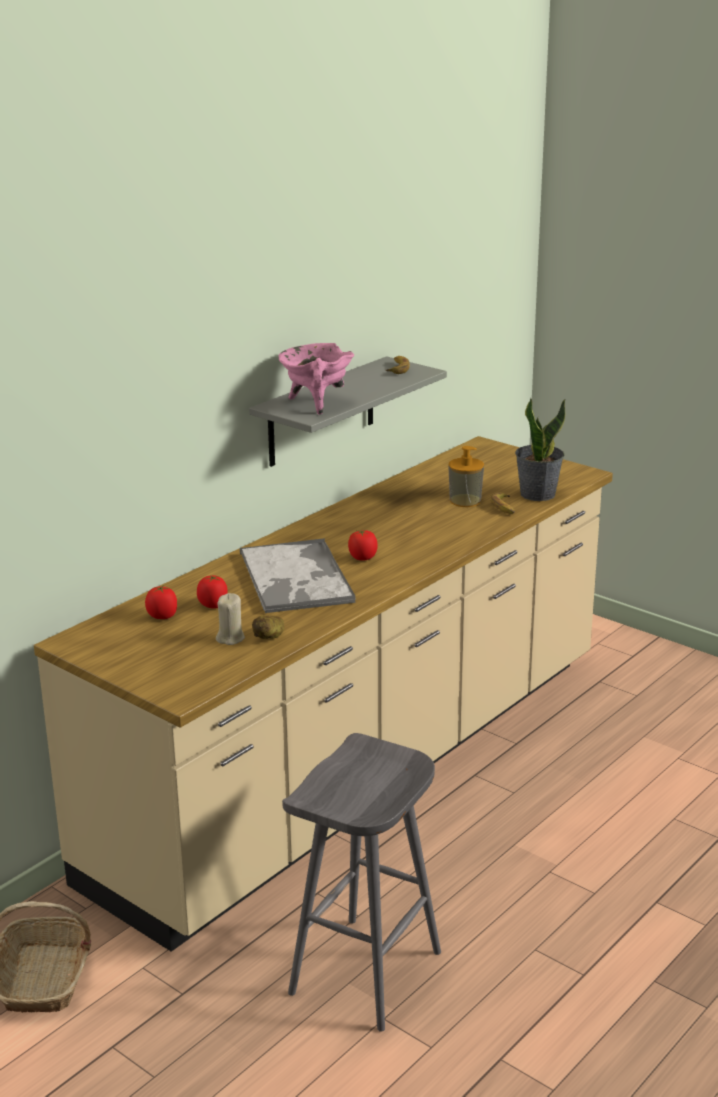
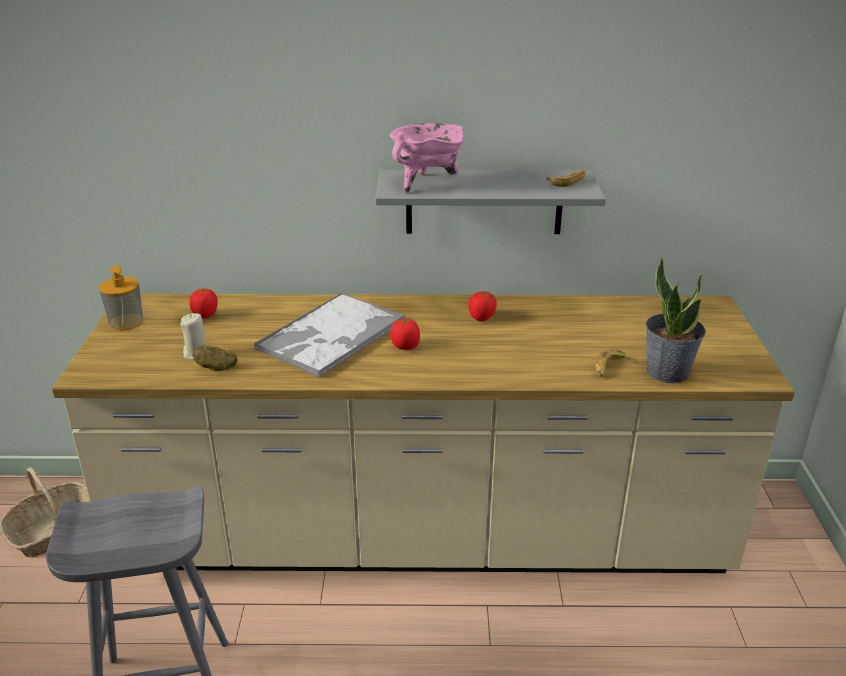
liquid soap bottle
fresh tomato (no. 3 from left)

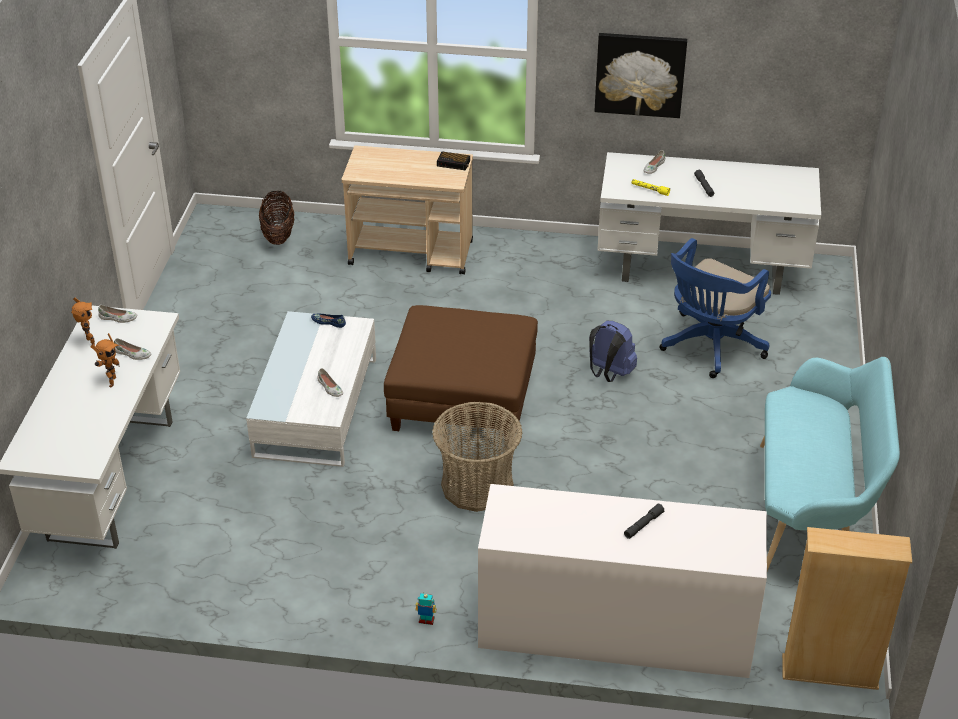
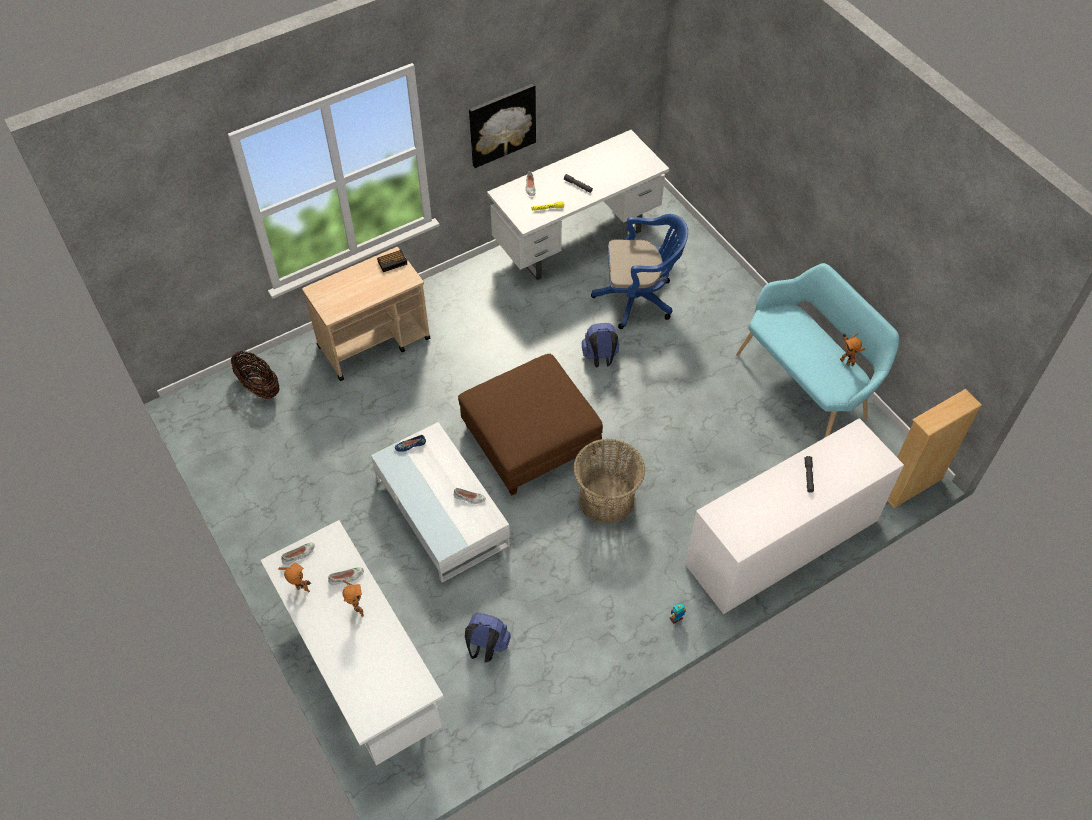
office chair in blue
robot figure (no. 4 from left)
backpack in blue (no. 1 from left)

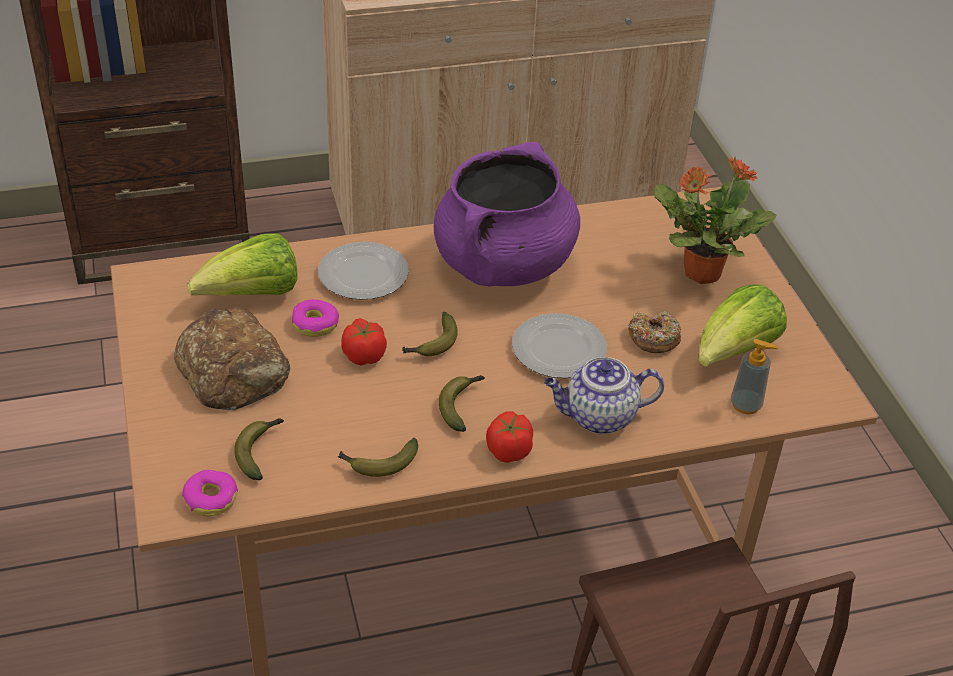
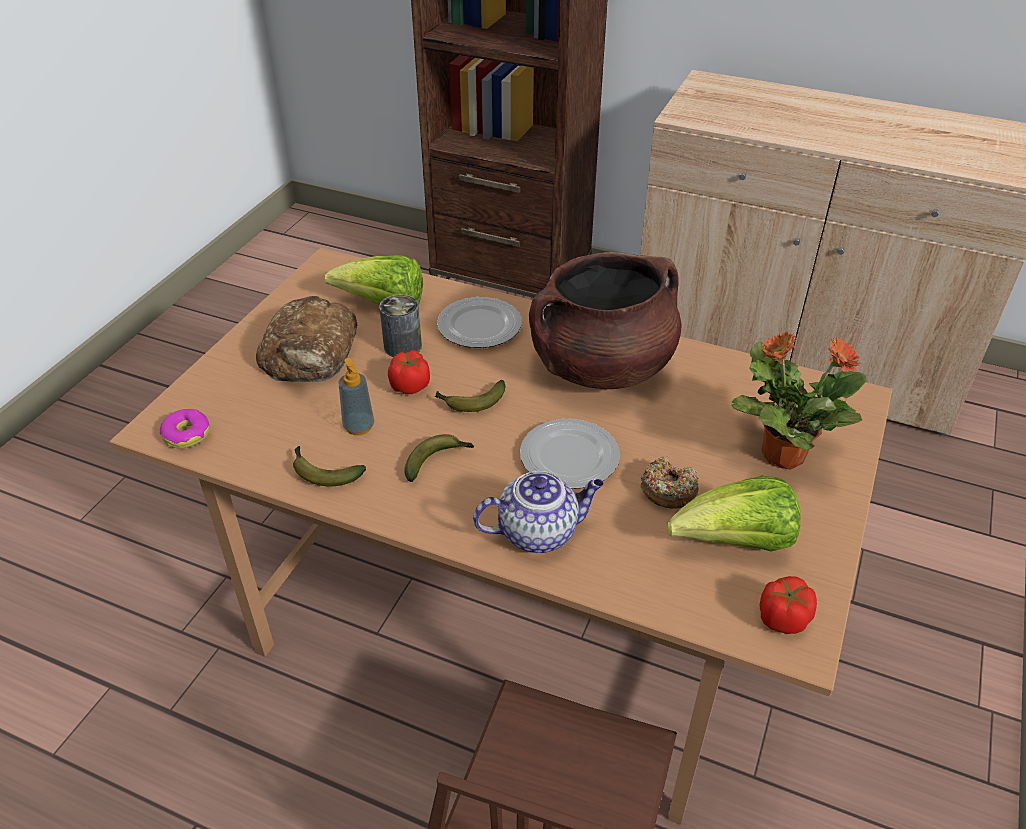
saucepot in brown
metal can
liquid soap bottle
tea pot
fresh tomato (no. 2 from left)
whole banana (no. 1 from left in the first image)

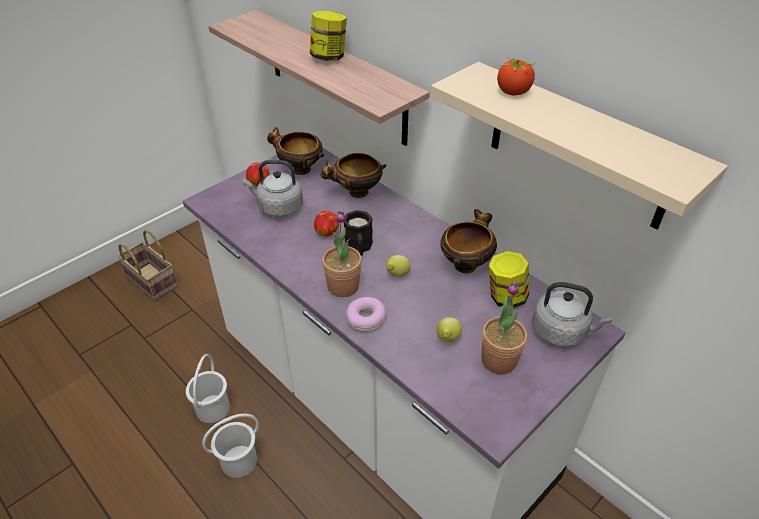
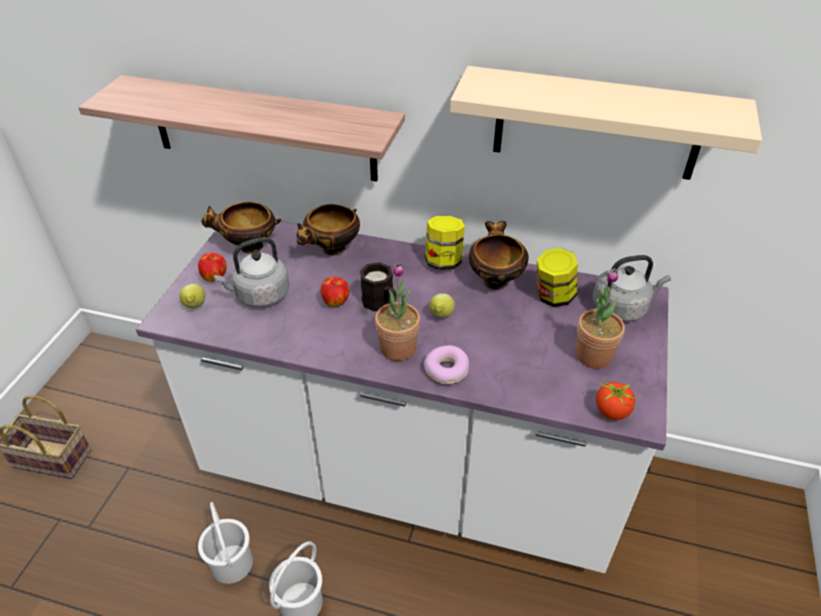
storage jar (no. 1 from left)
fresh tomato
lemon (no. 1 from left)

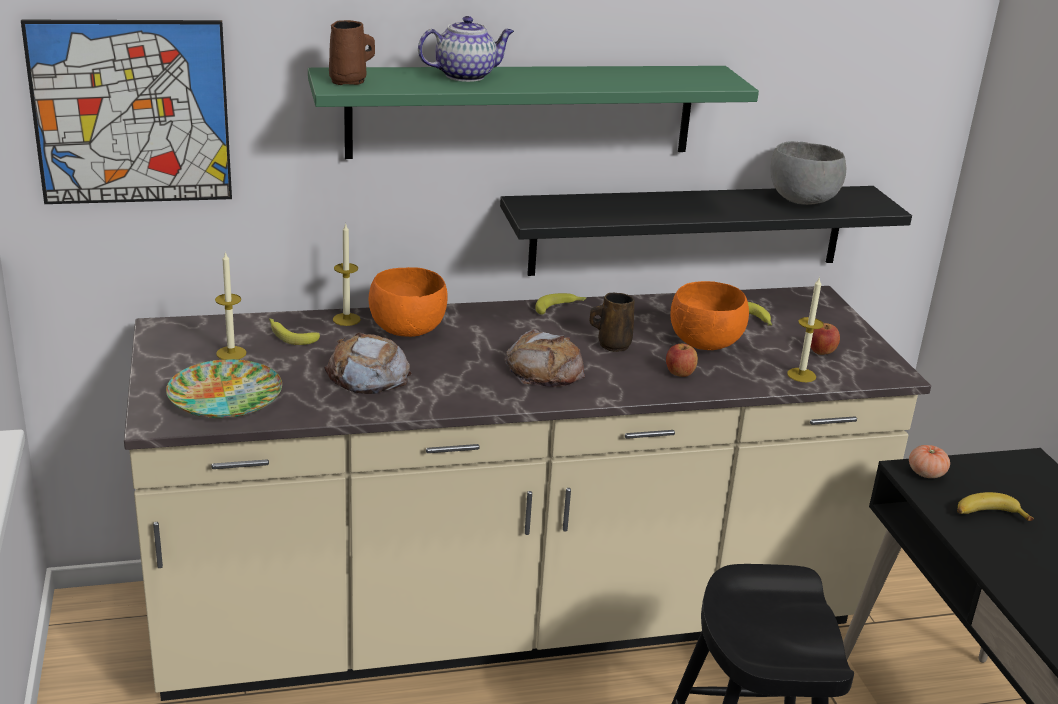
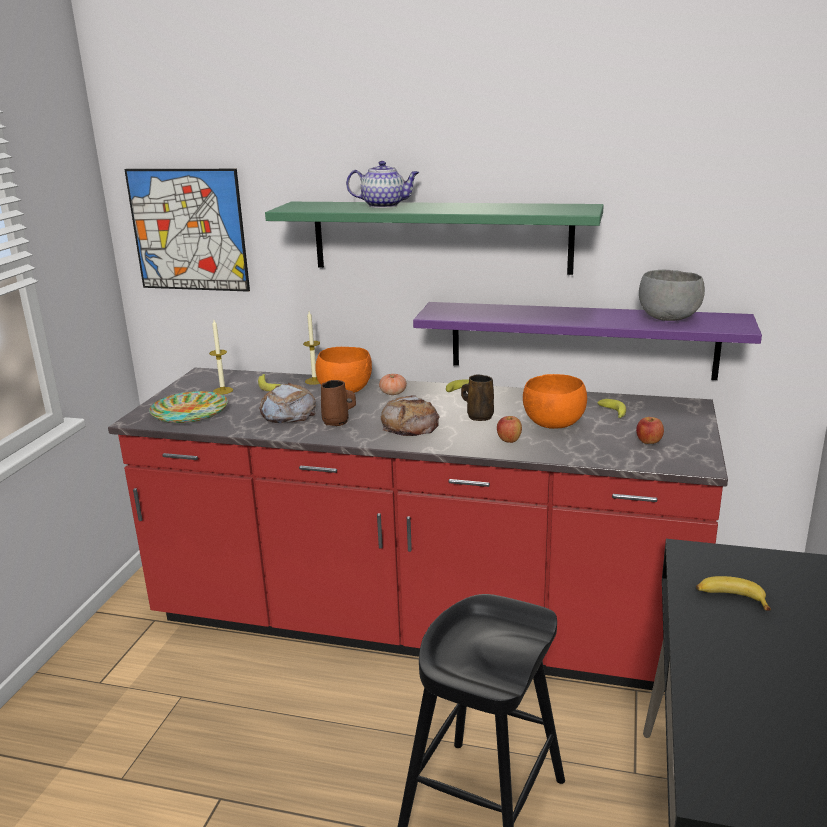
coffee mug in brown (no. 1 from left)
shelf in purple
wax light (no. 3 from left in the first image)
kitchen base unit in reddish
fresh tomato

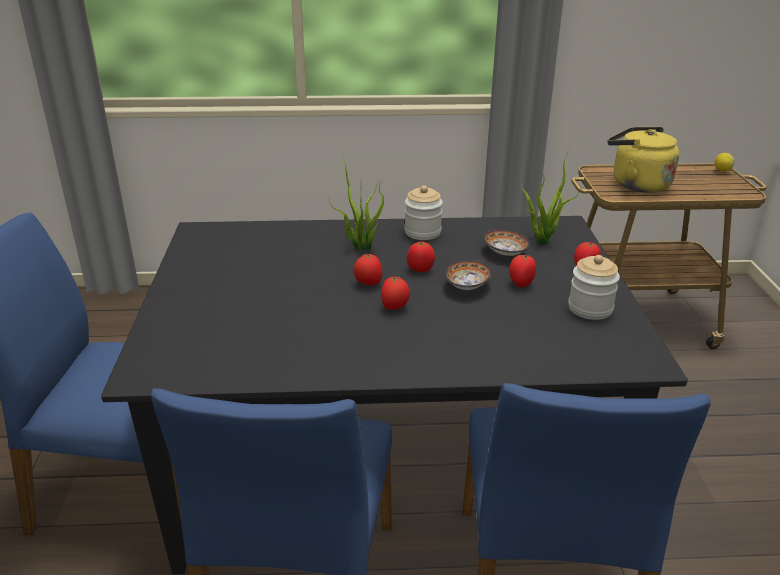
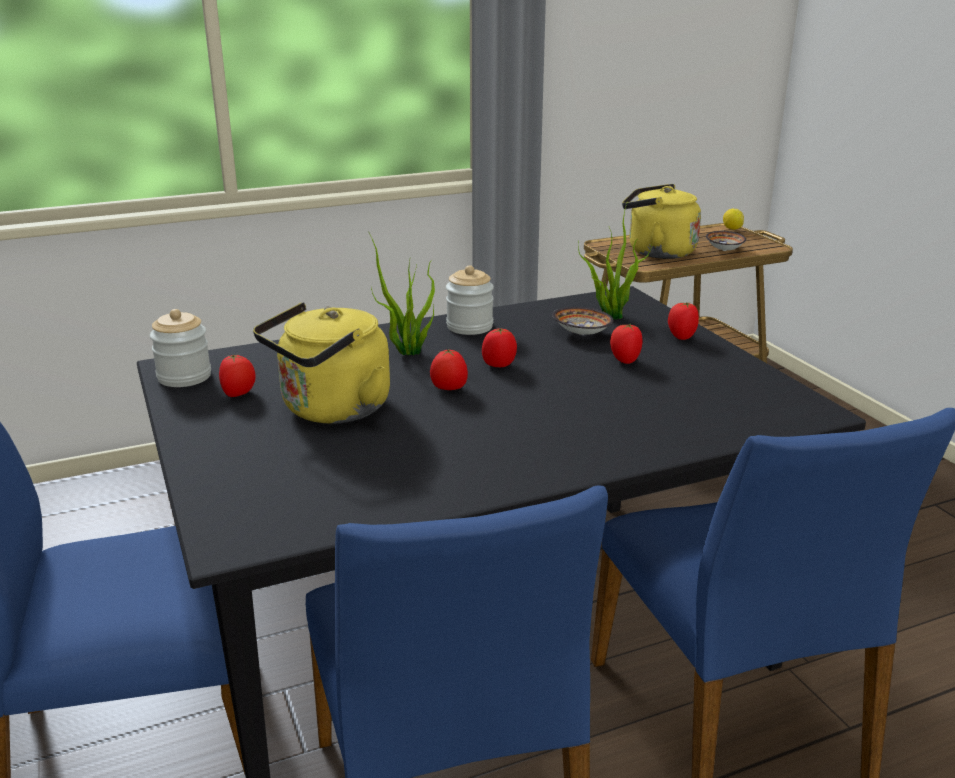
storage jar (no. 1 from left)
deep dish (no. 2 from left)
fresh tomato (no. 1 from left)
tea kettle in yellowish (no. 1 from left)

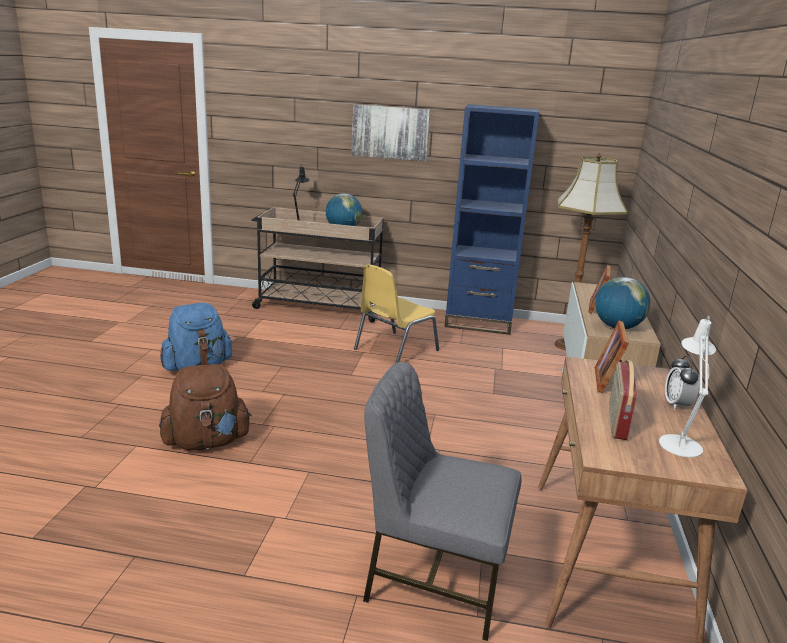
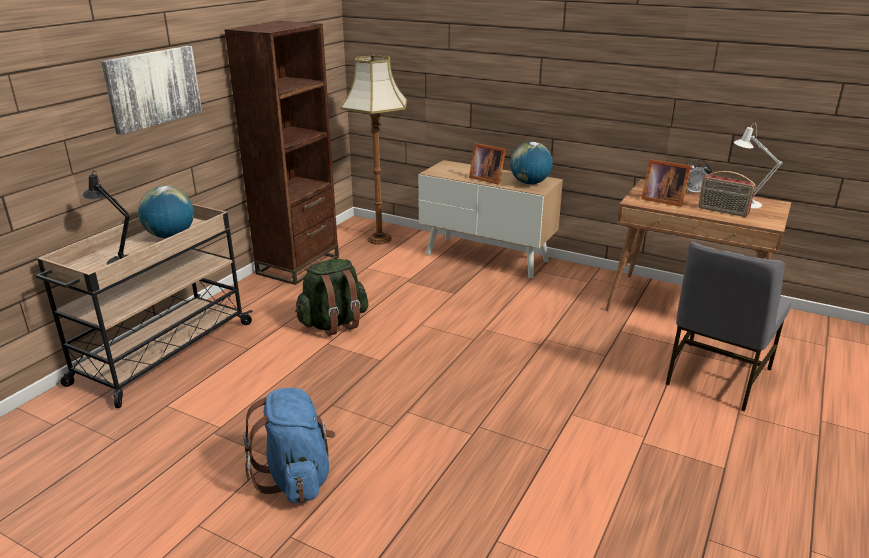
bookcase in brown
backpack in green
backpack in brown

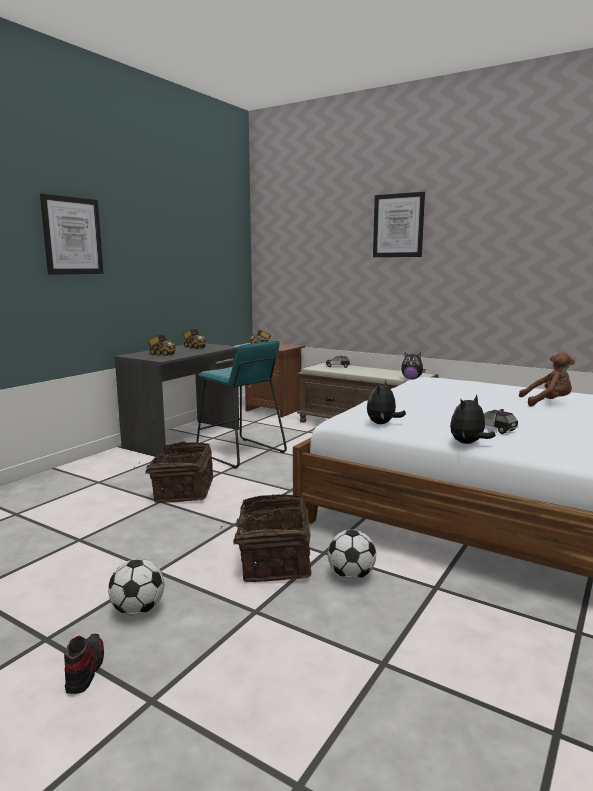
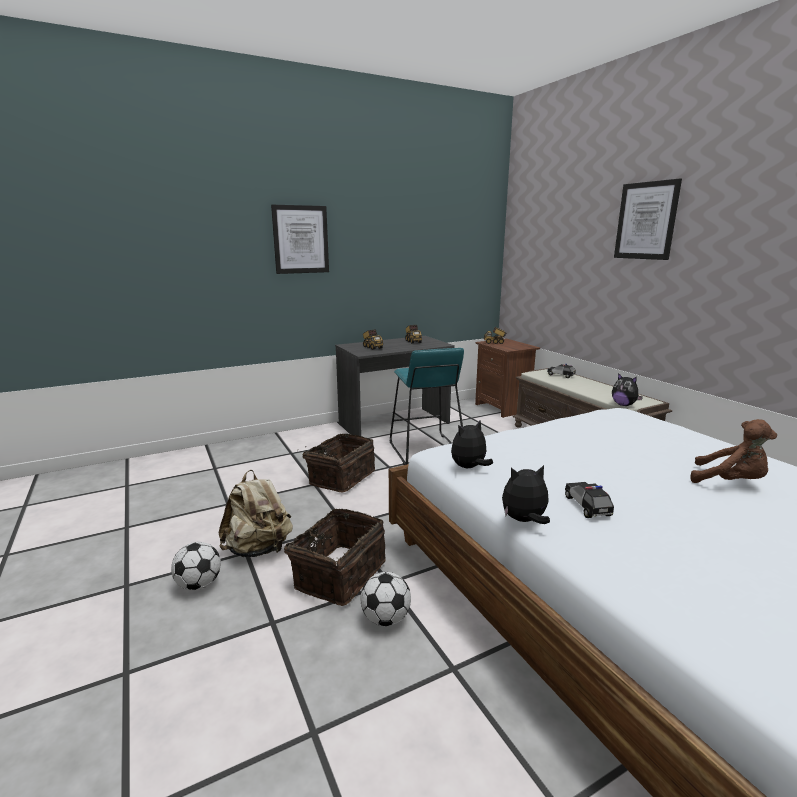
item of footwear
backpack in beige-coloured

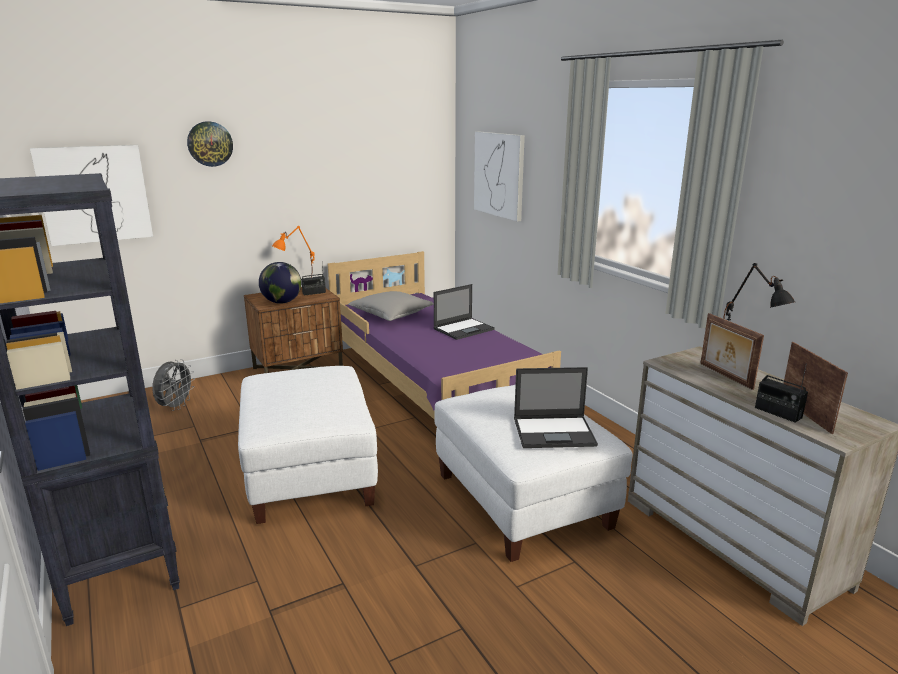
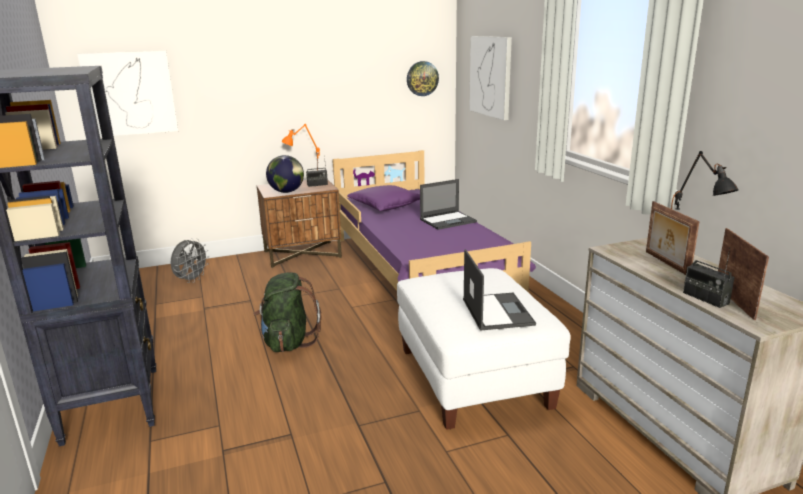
hanging clock
cushion in purple
backpack in green
portable computer (no. 2 from left)

